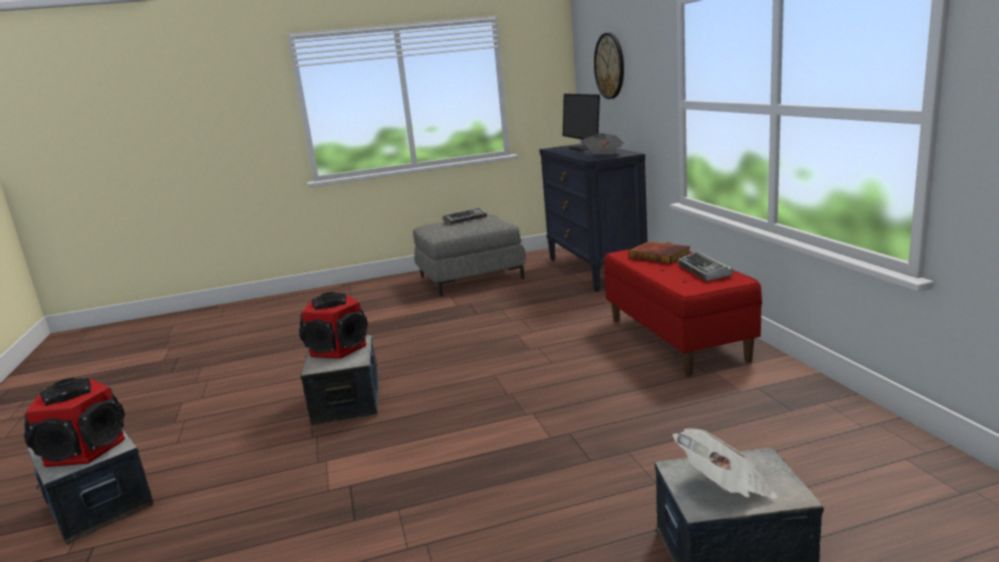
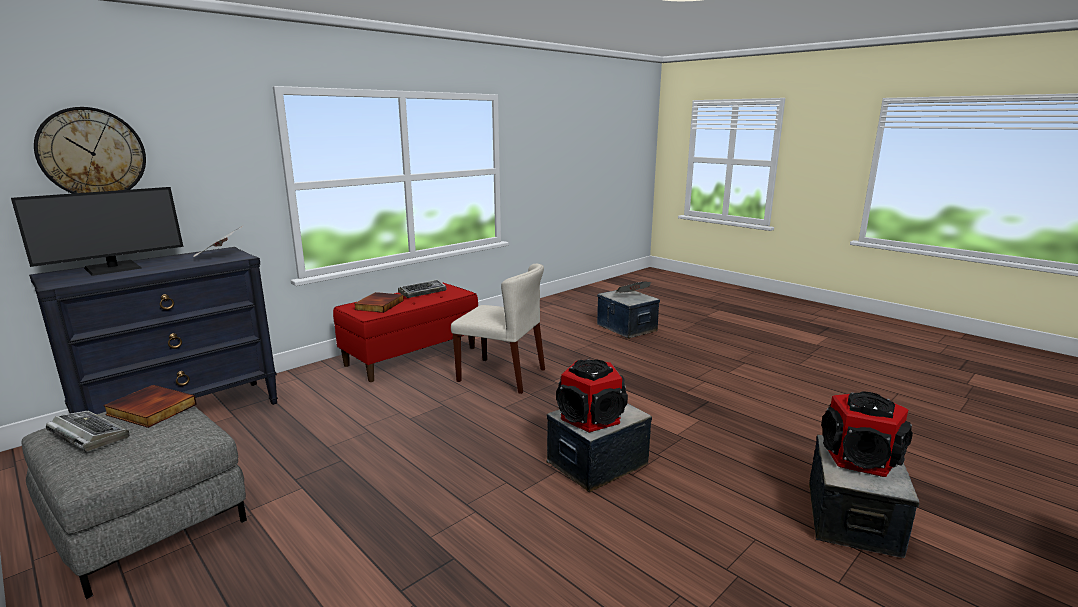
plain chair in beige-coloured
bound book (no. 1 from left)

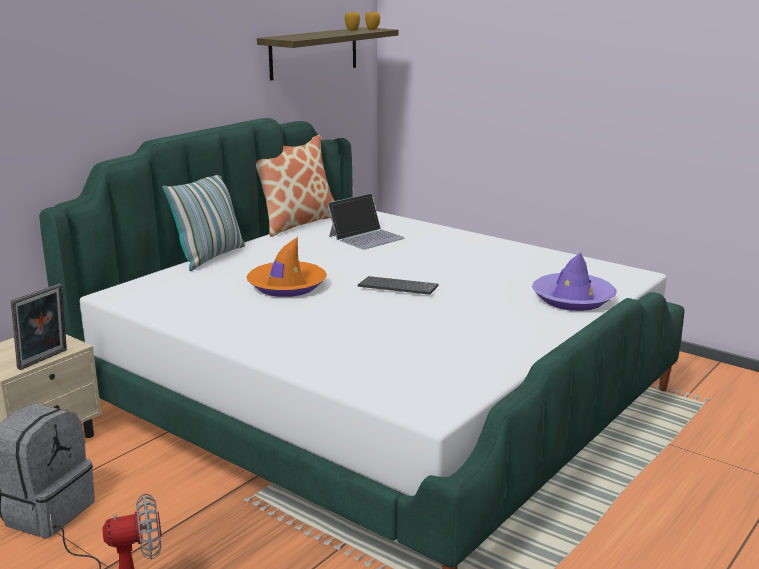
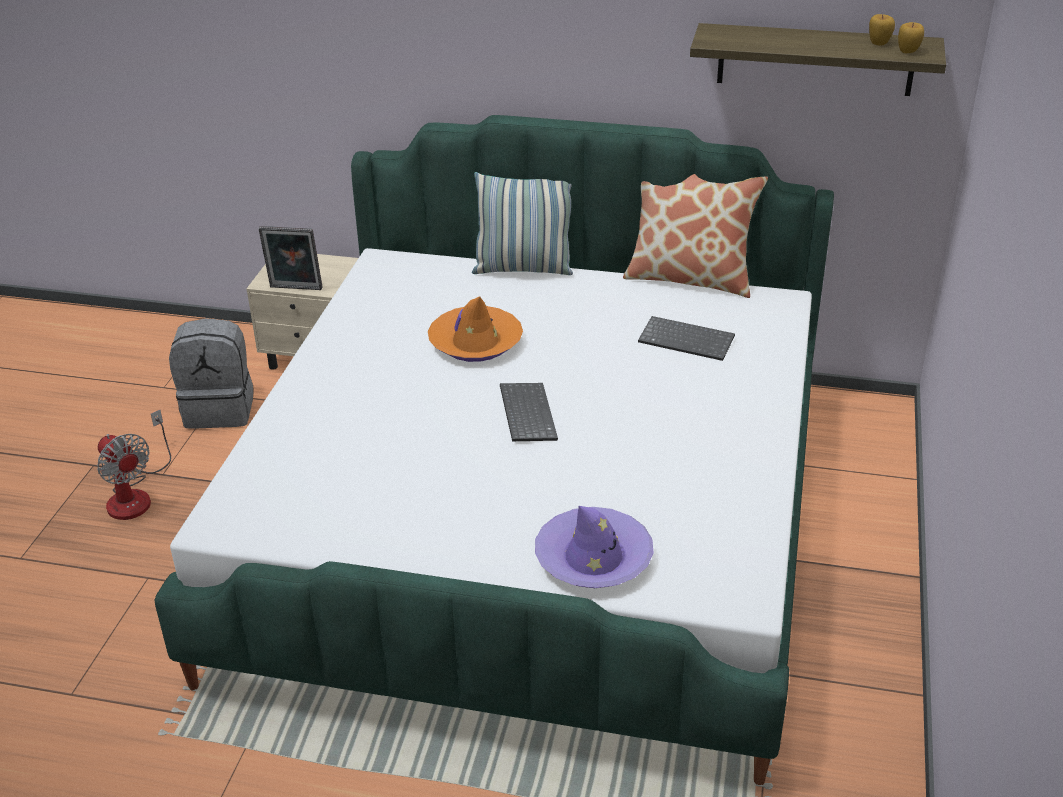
keyboard (no. 2 from left)

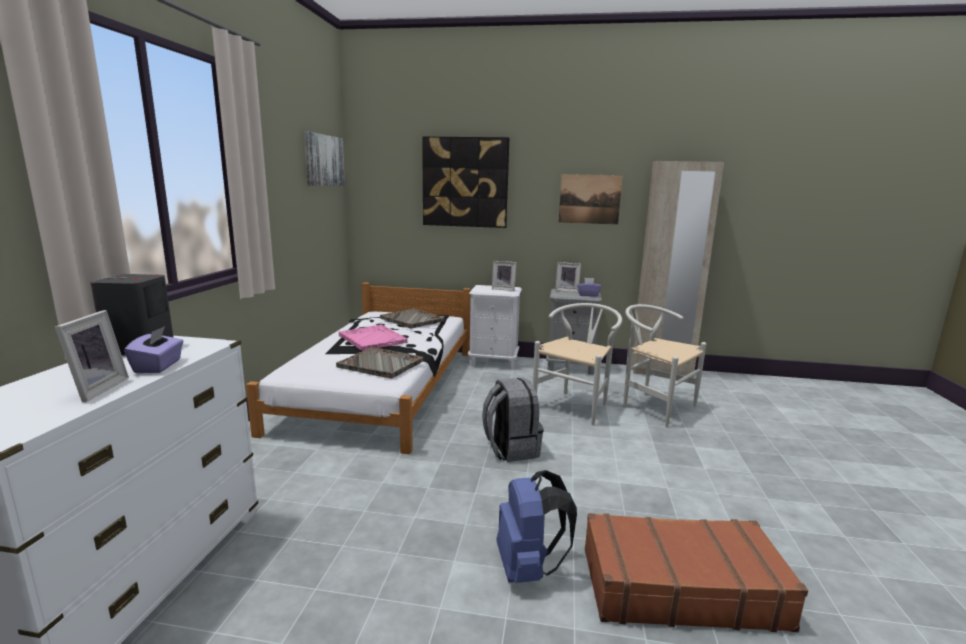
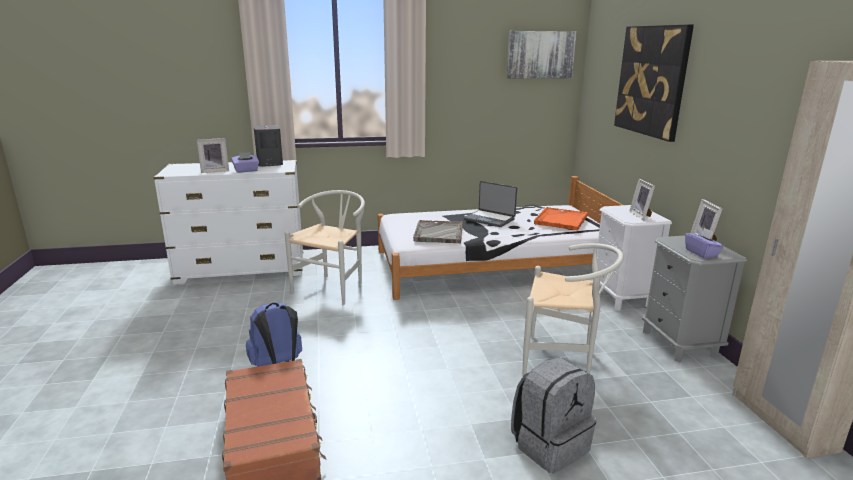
picture (no. 3 from left in the first image)
plain chair in white-coloured (no. 1 from left)
serving tray in orangey
portable computer
backpack in grey

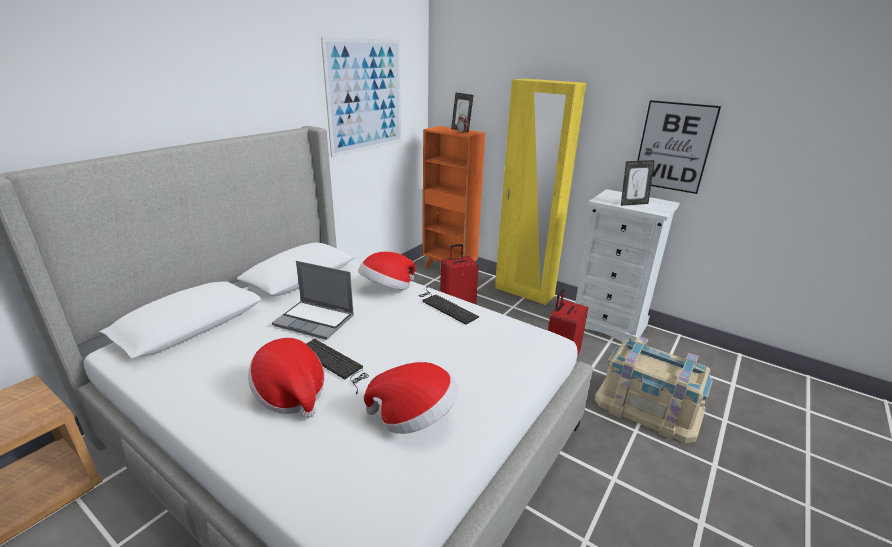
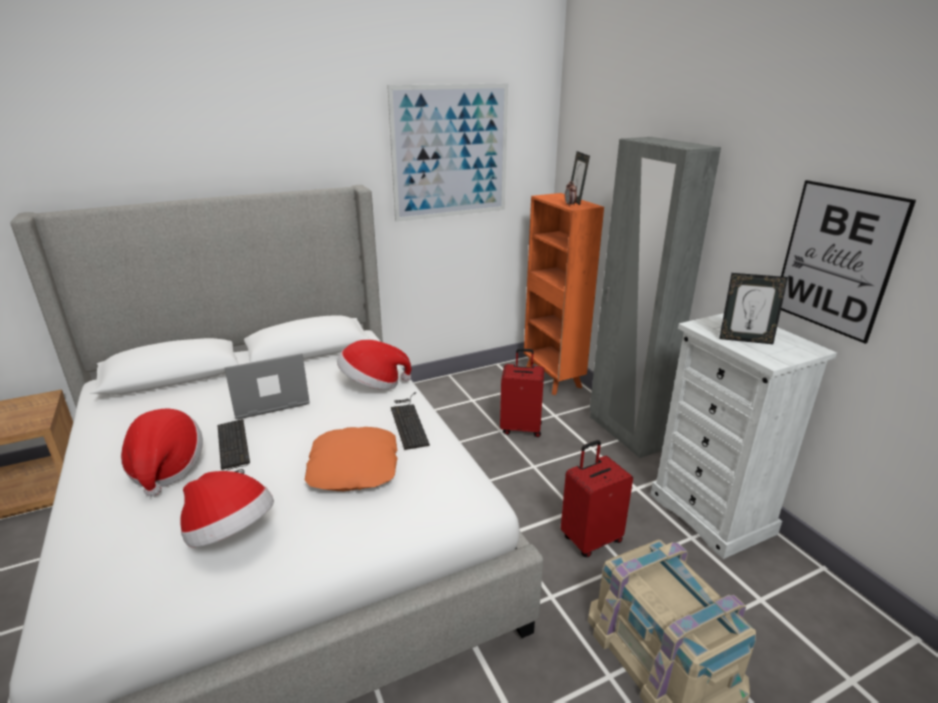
armoire in grey
portable computer
cushion in orangey

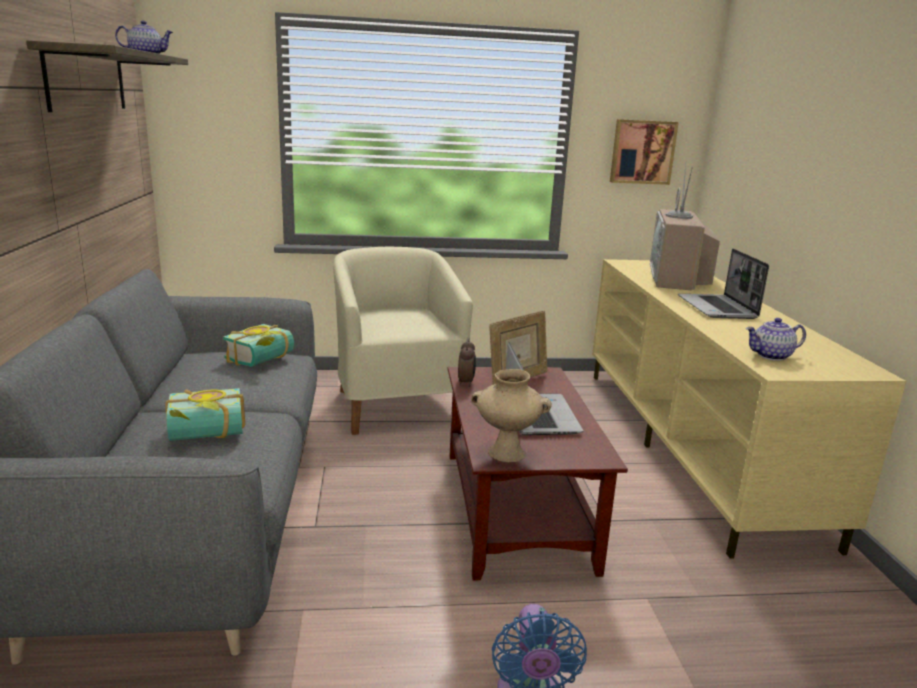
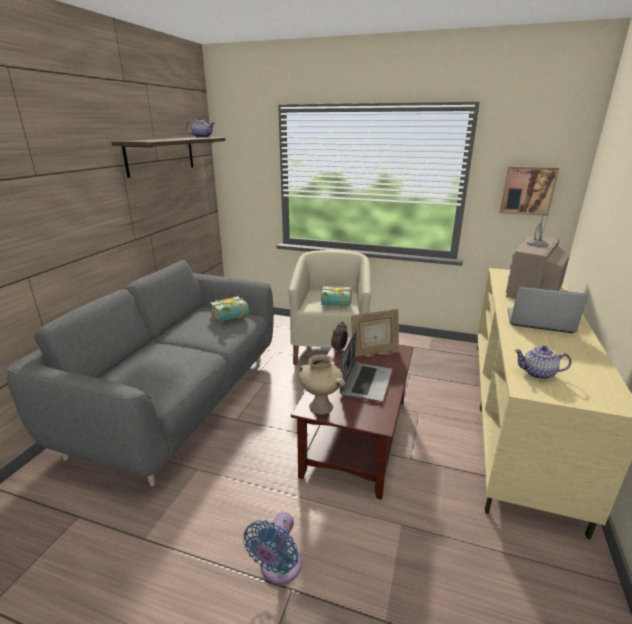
portable computer (no. 2 from left)
bound book (no. 2 from left)

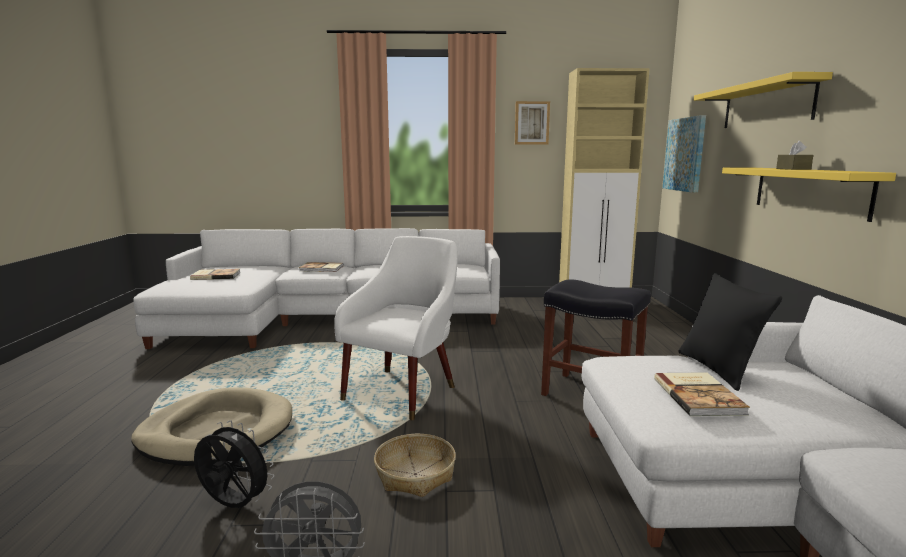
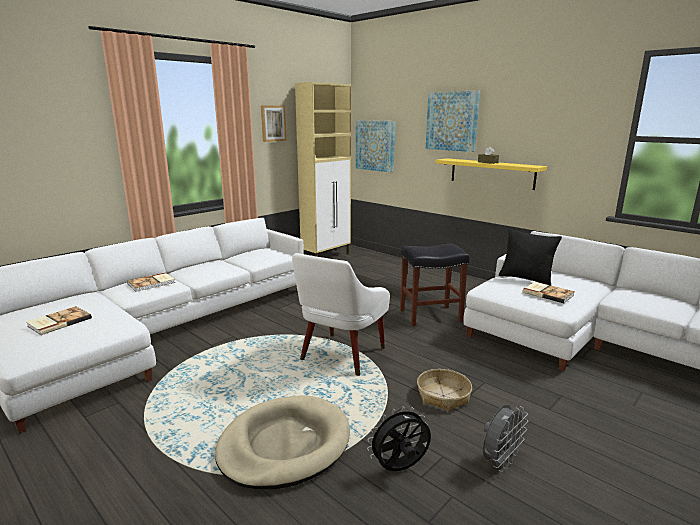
picture (no. 3 from left)
armchair in white-coloured

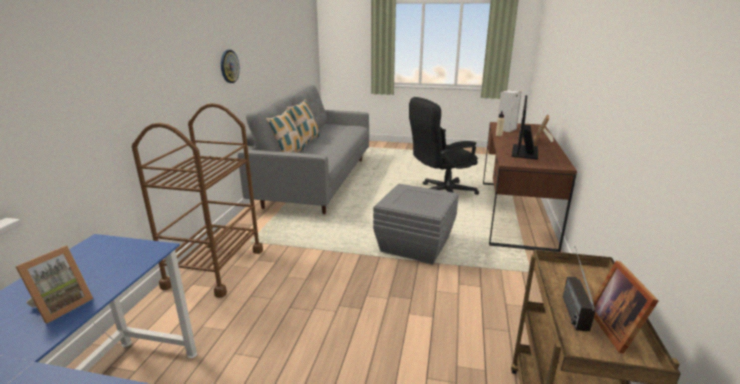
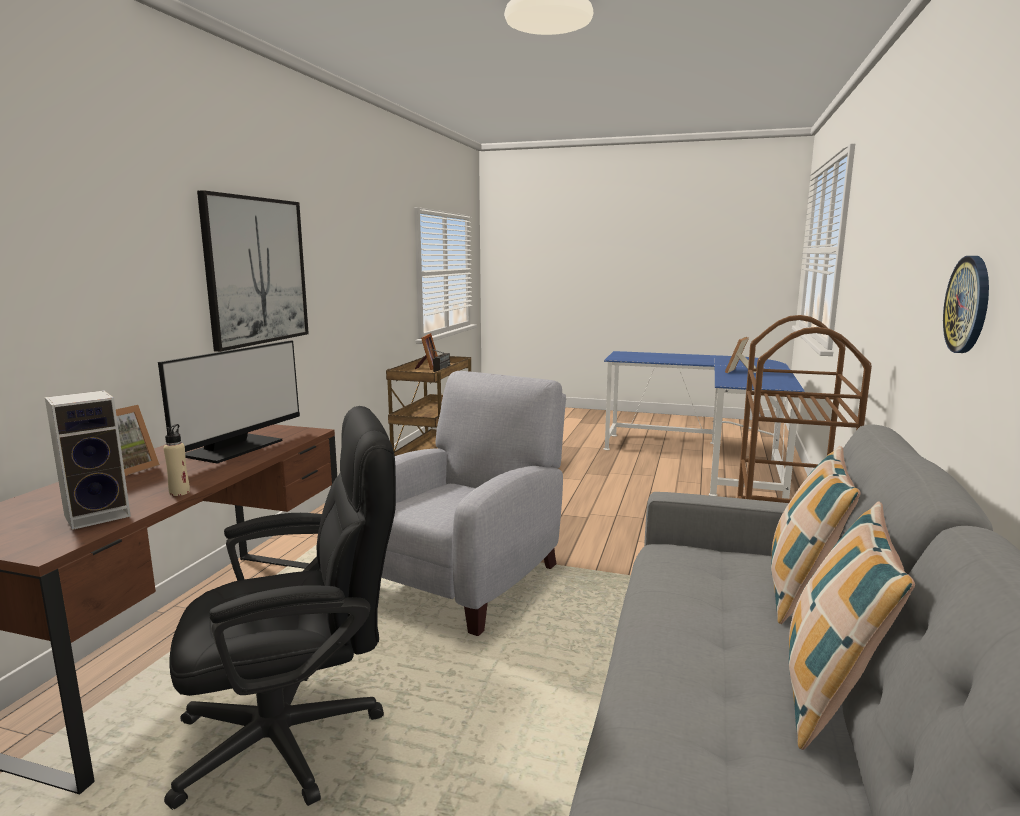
armchair in grey
picture

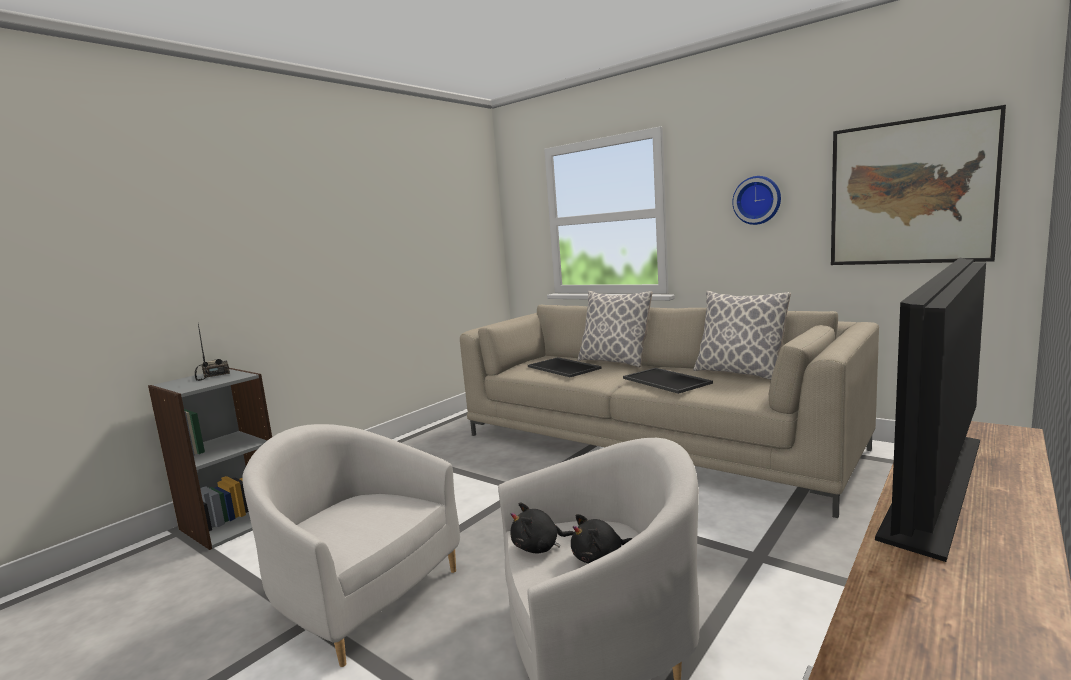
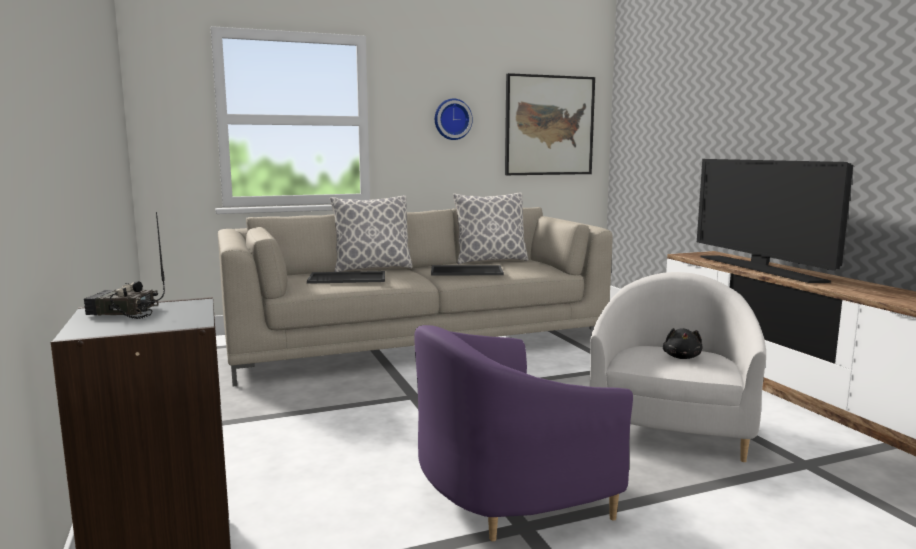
armchair in purple
soft toy in blackish (no. 1 from left in the first image)

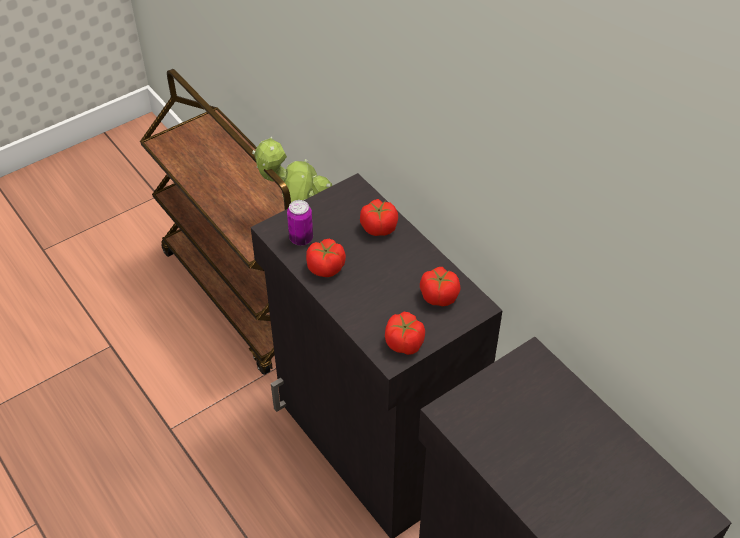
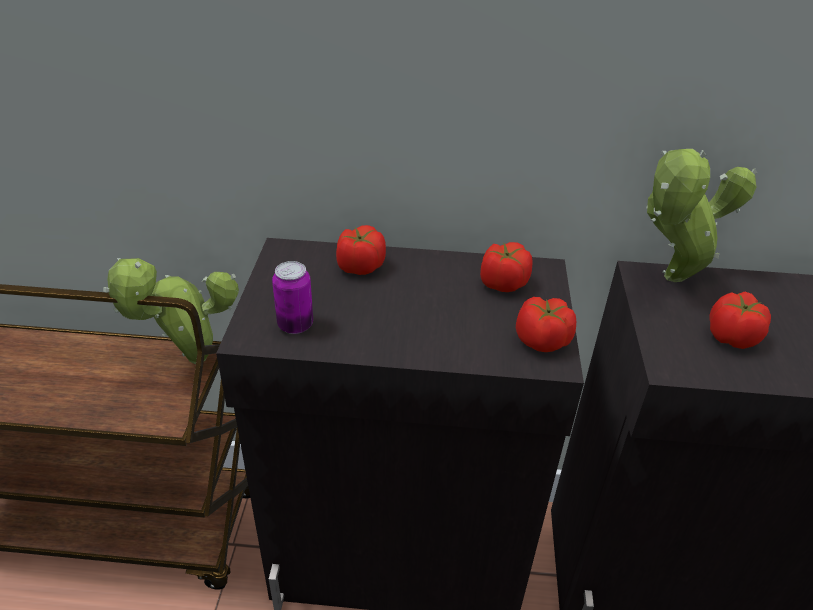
fresh tomato (no. 4 from left)
houseplant (no. 2 from left)

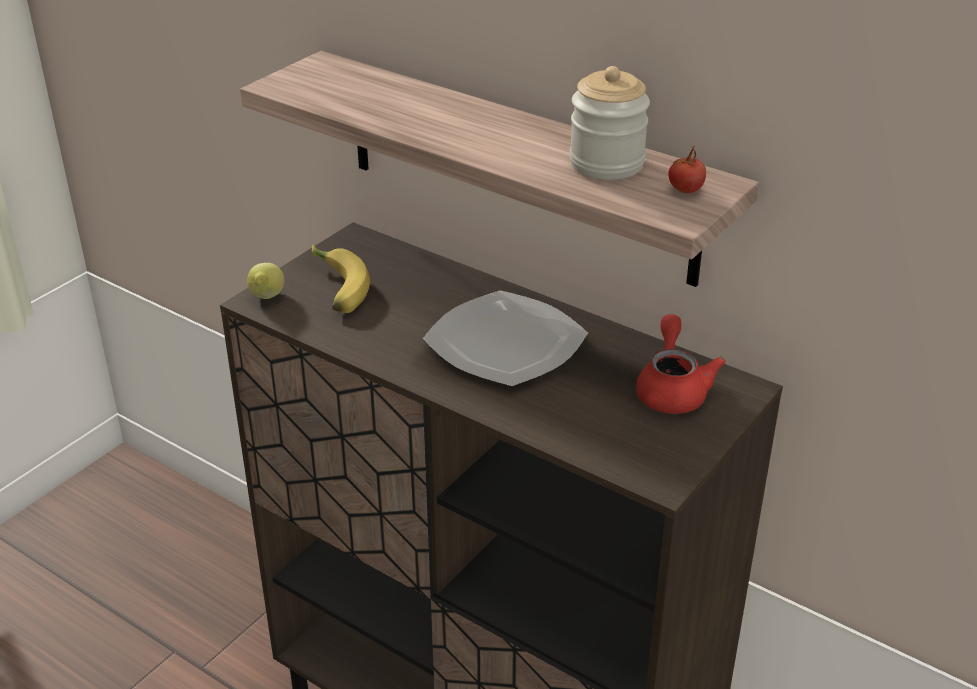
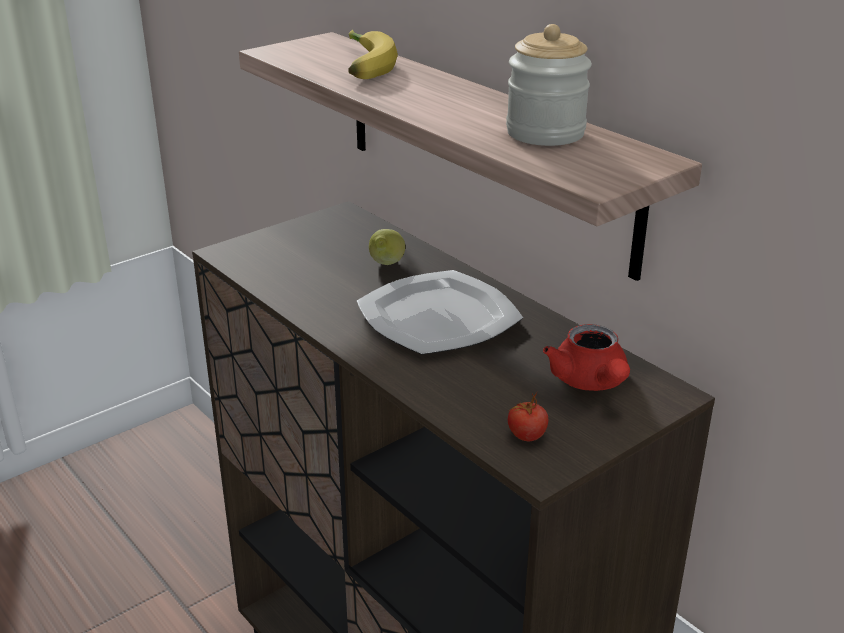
fresh tomato
whole banana
lemon
tea pot in reddish

